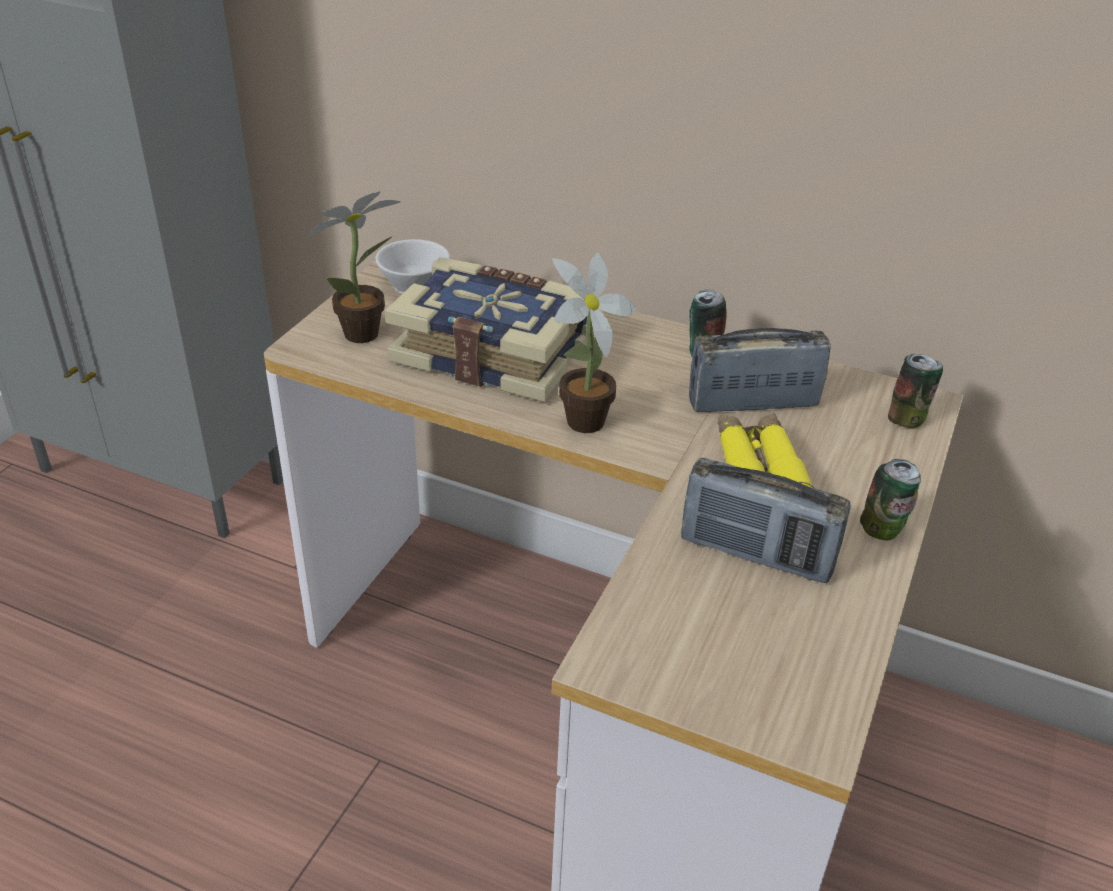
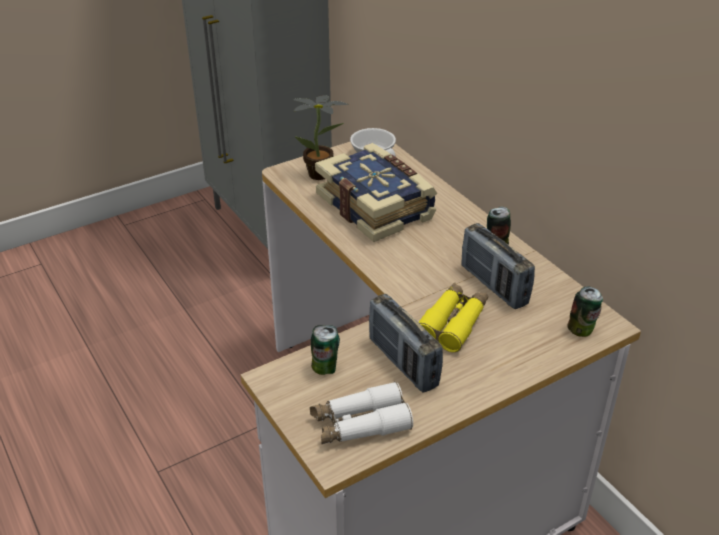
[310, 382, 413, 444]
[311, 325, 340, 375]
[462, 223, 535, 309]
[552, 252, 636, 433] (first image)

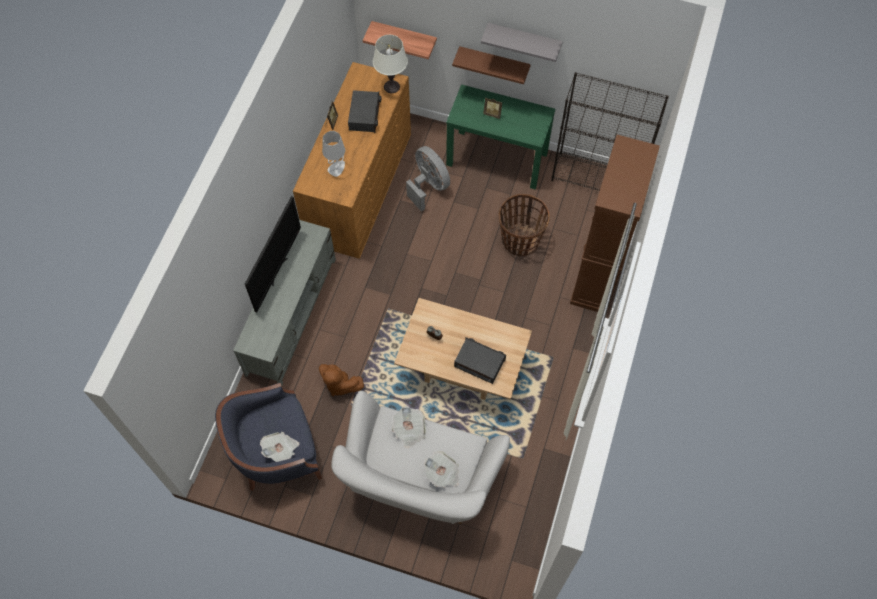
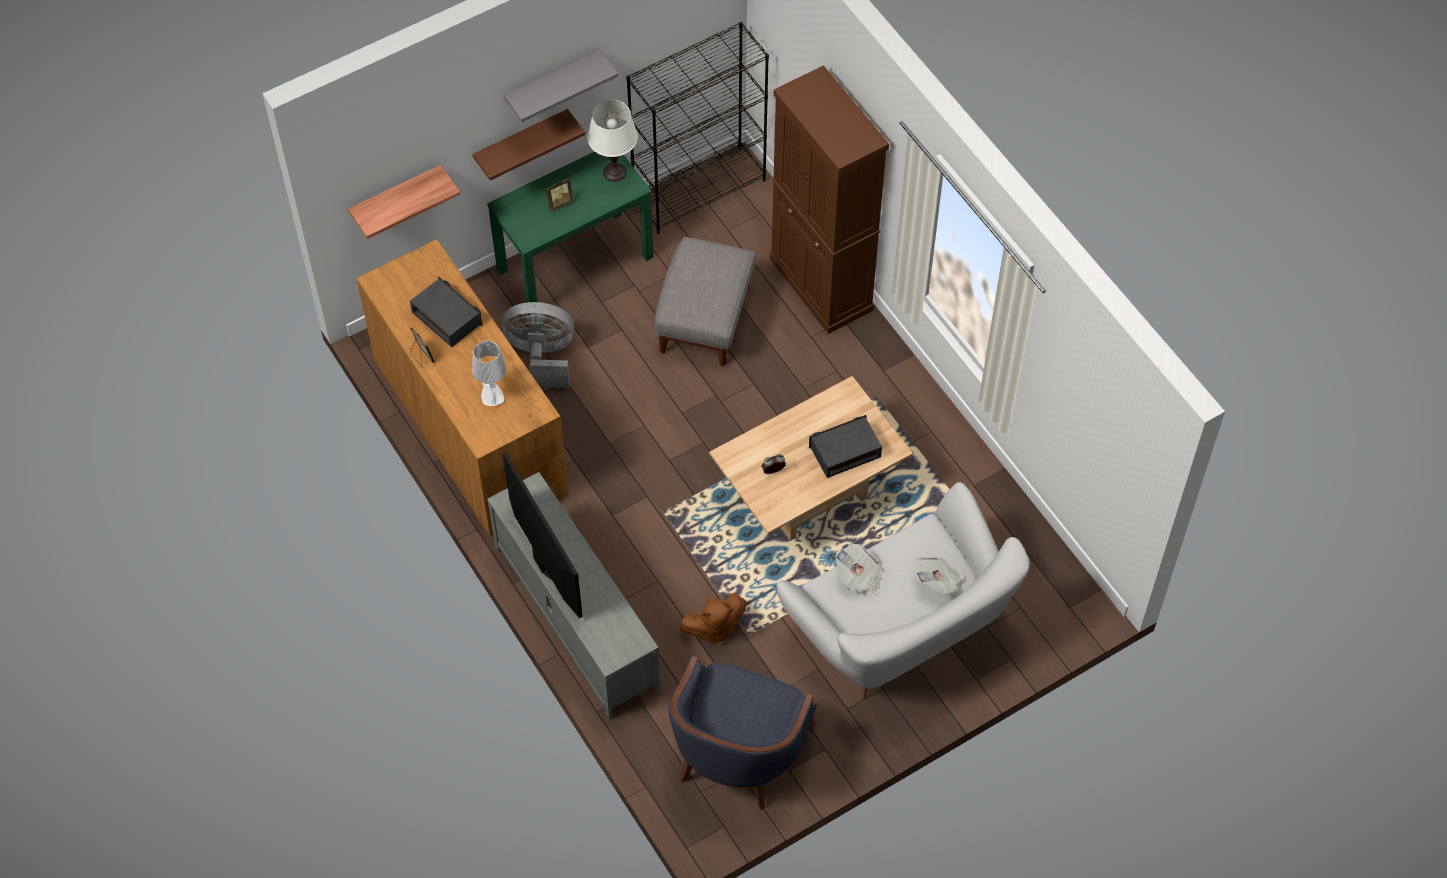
[587, 100, 638, 182]
[654, 237, 755, 366]
[260, 432, 299, 462] (first image)

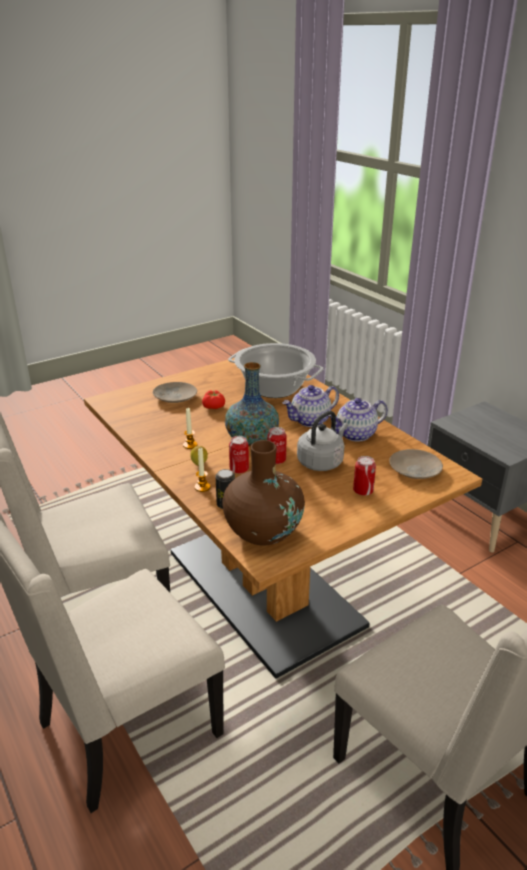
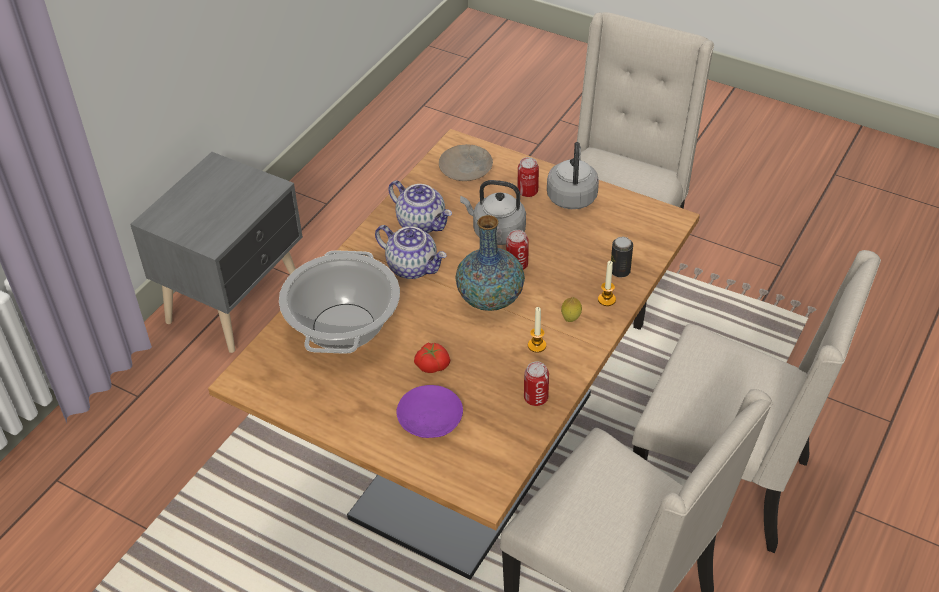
[397, 385, 463, 438]
[524, 362, 549, 406]
[547, 142, 599, 209]
[222, 440, 305, 546] (first image)

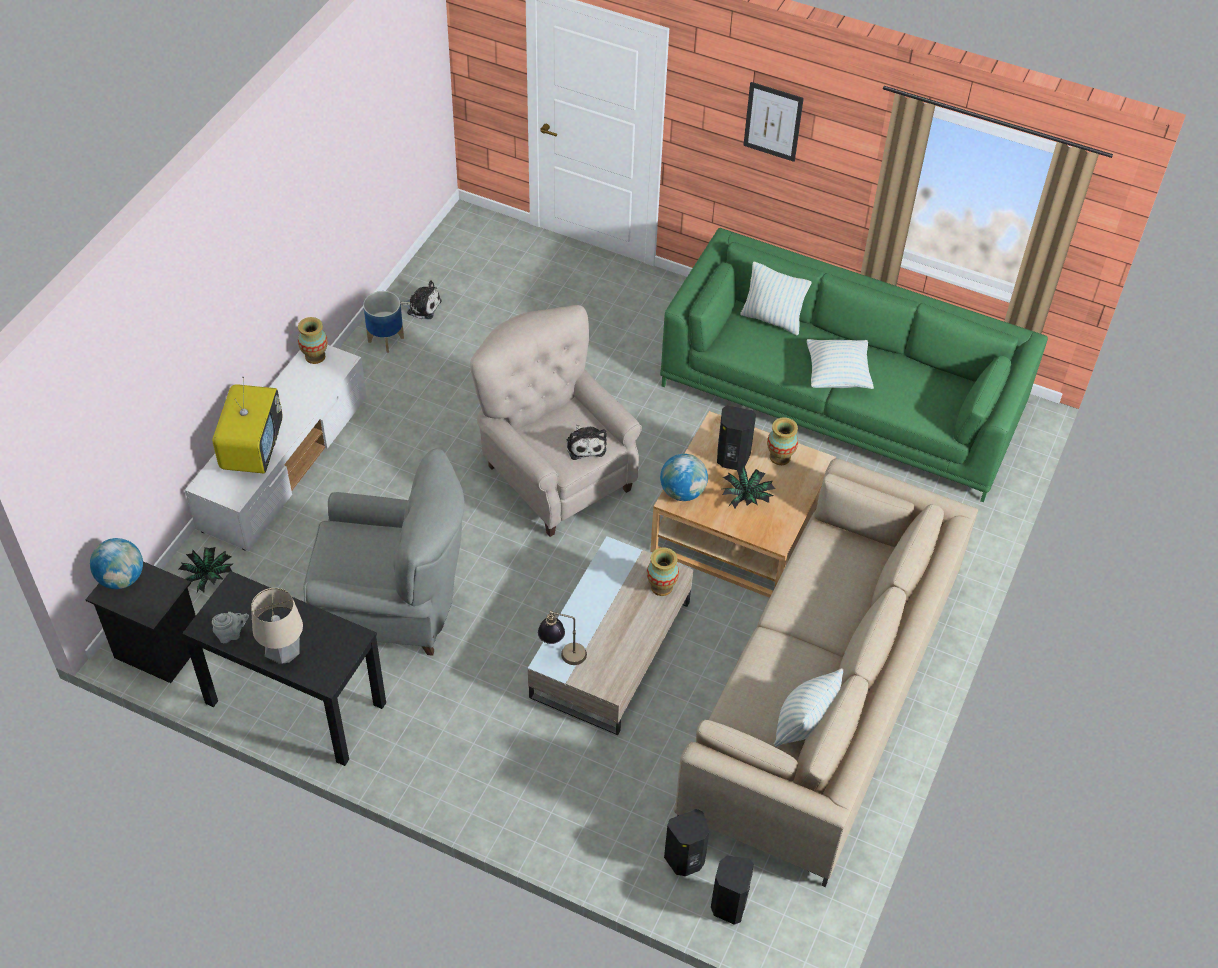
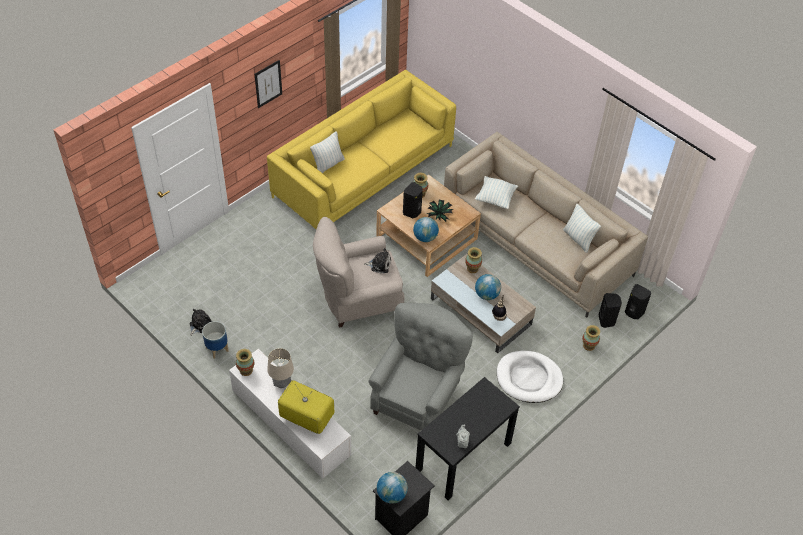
[267, 70, 456, 229]
[267, 348, 294, 388]
[475, 176, 518, 209]
[475, 274, 501, 300]
[497, 351, 563, 403]
[582, 325, 600, 351]
[178, 547, 233, 593] (first image)

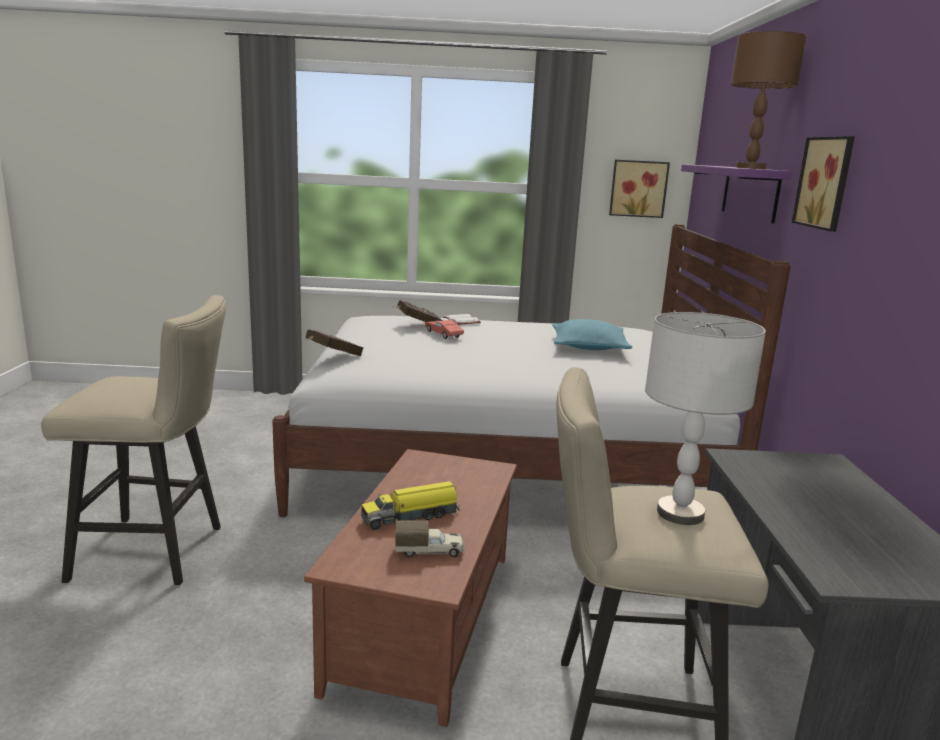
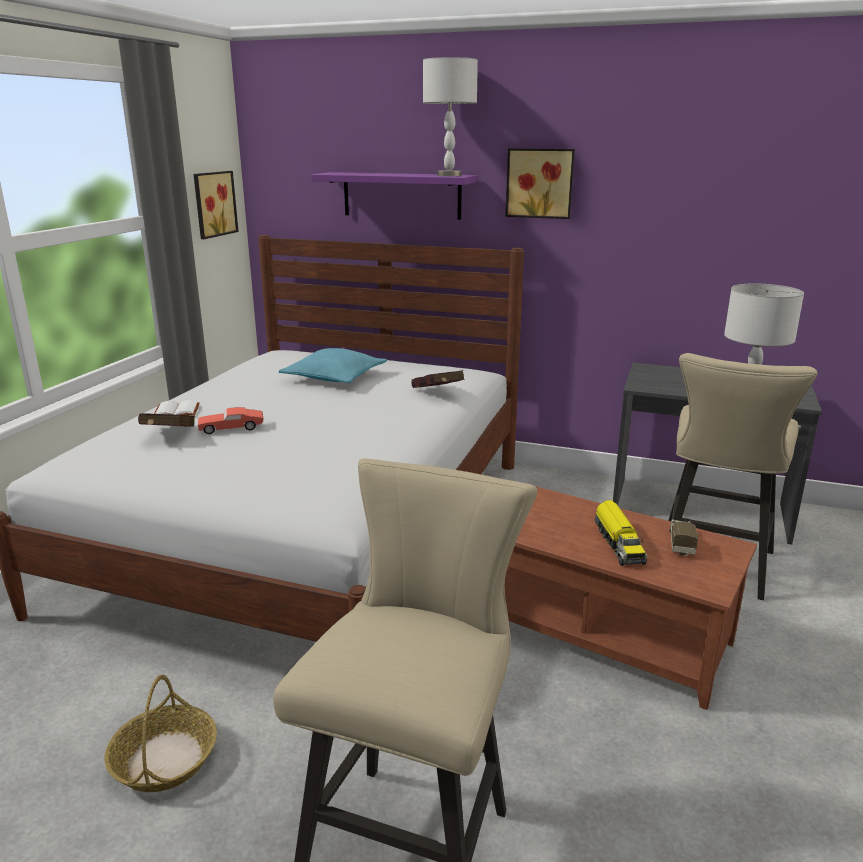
[104, 675, 217, 792]
[411, 370, 464, 388]
[423, 57, 478, 176]

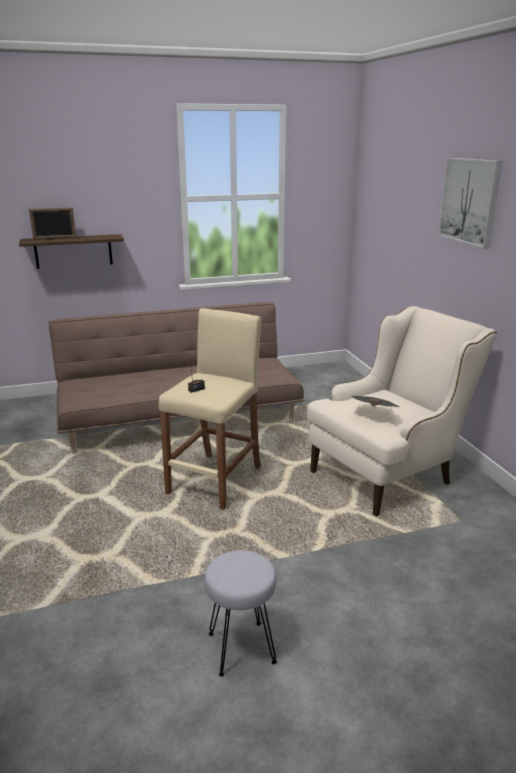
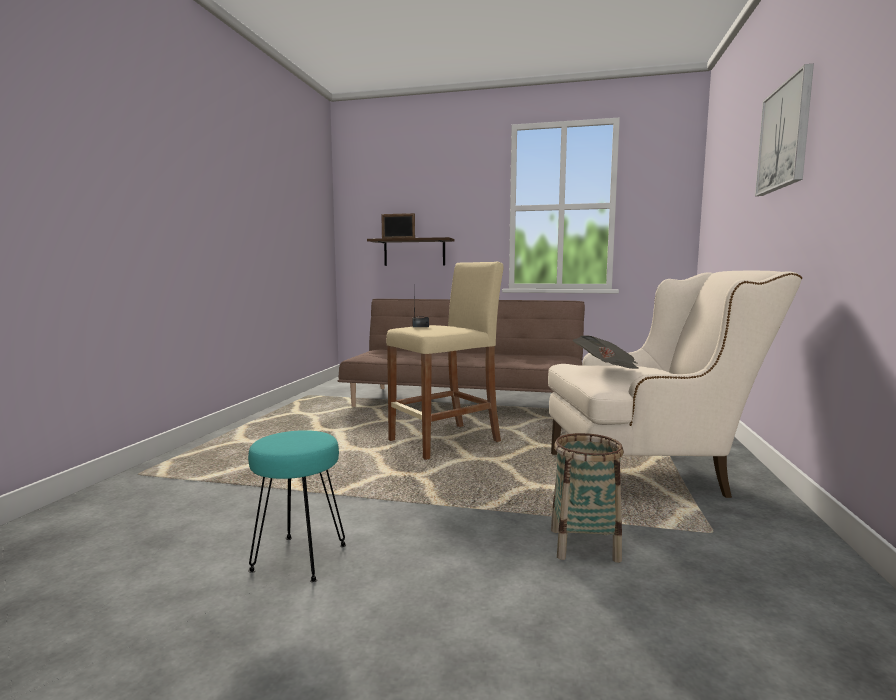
[248, 430, 347, 582]
[551, 433, 624, 563]

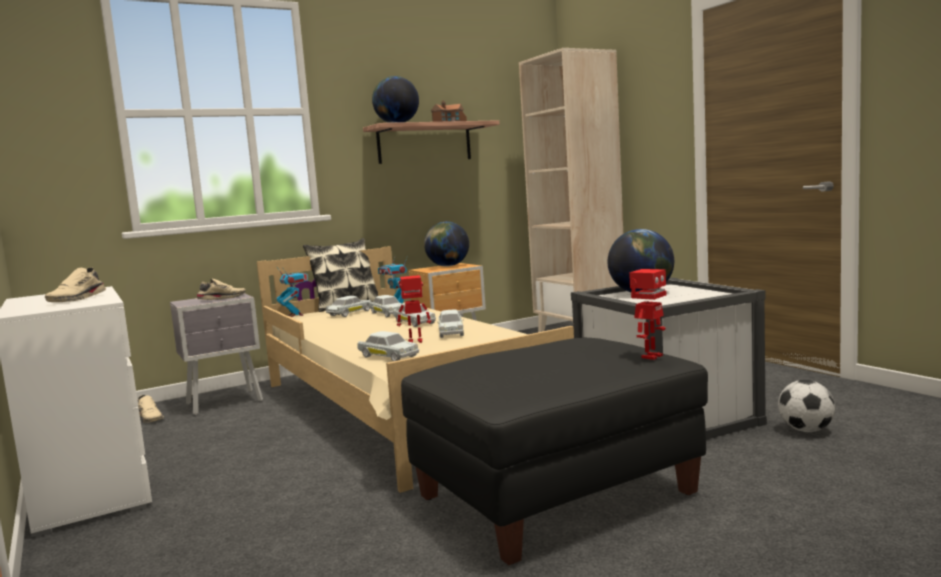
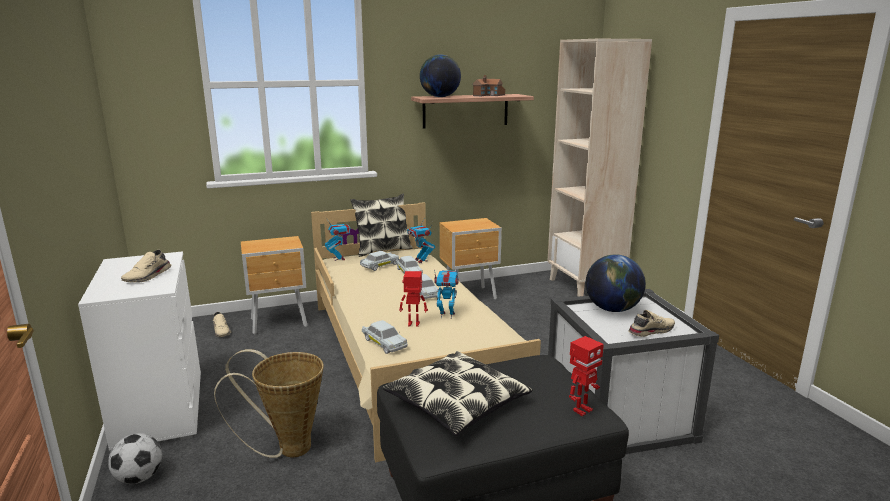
[108, 433, 162, 484]
[214, 349, 324, 458]
[241, 236, 307, 334]
[383, 351, 533, 436]
[434, 270, 458, 318]
[628, 310, 675, 337]
[424, 222, 469, 267] (first image)

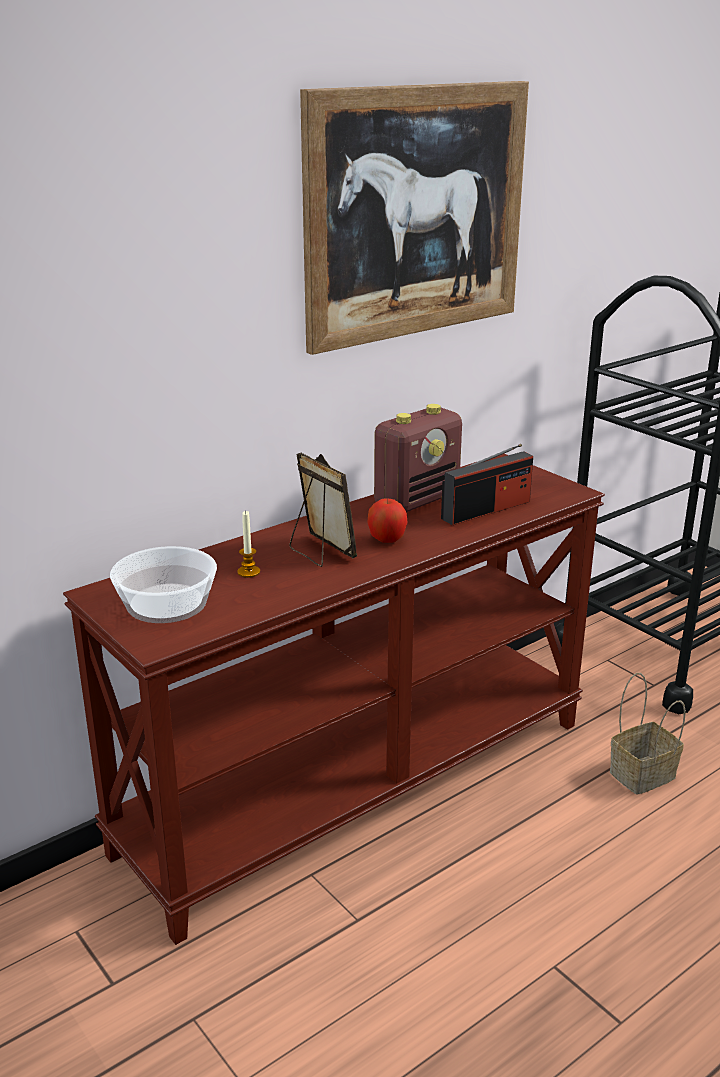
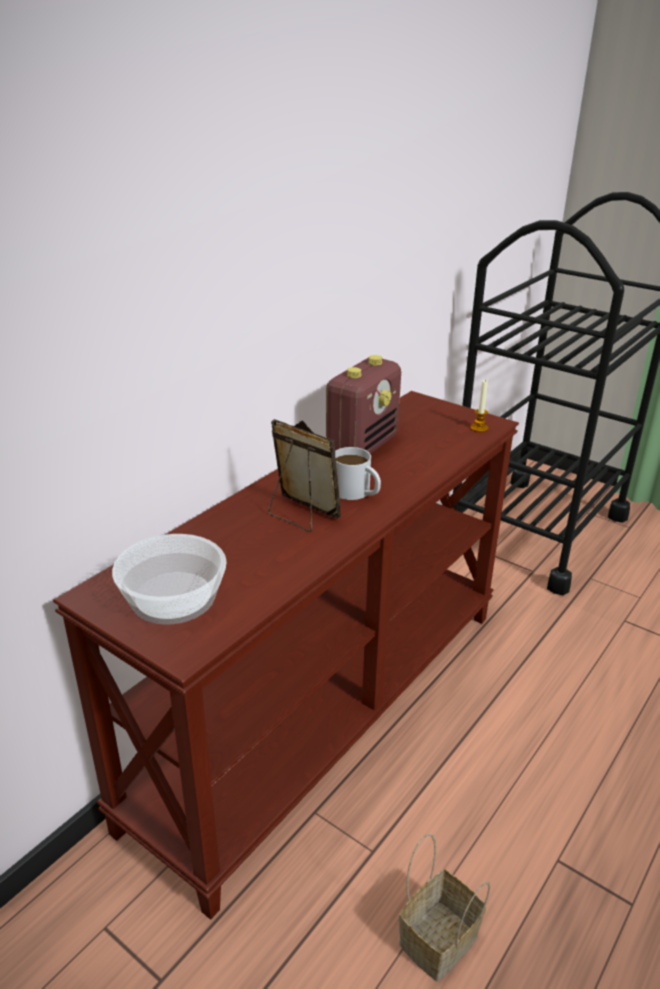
[335, 447, 381, 500]
[399, 833, 490, 982]
[470, 379, 488, 432]
[300, 81, 529, 355] (first image)
[441, 444, 533, 525] (first image)

